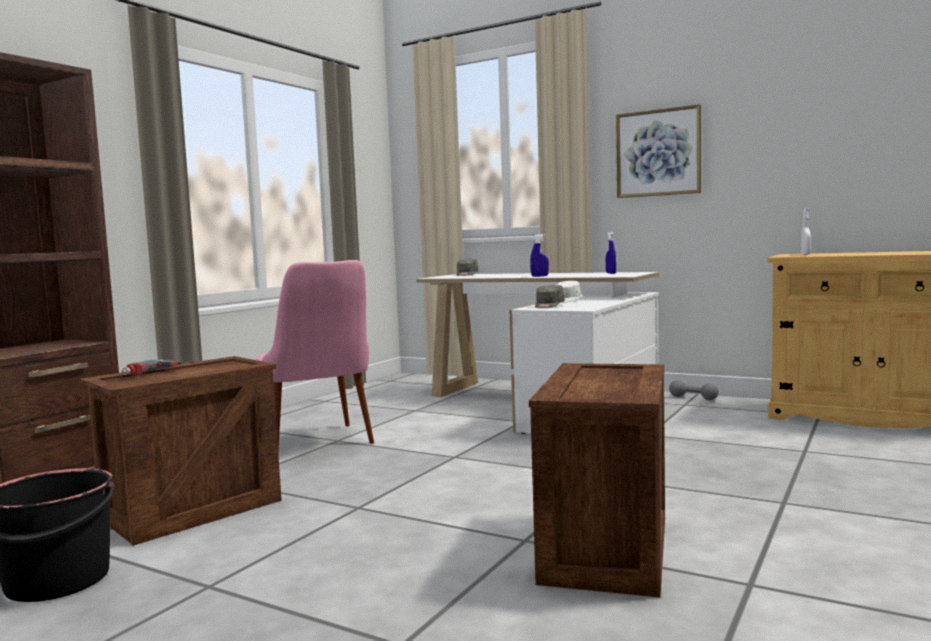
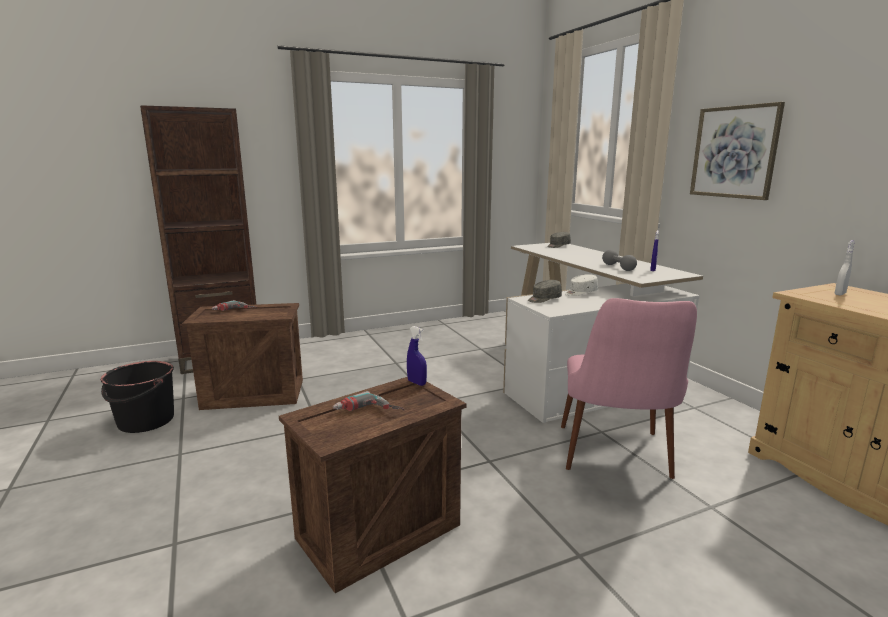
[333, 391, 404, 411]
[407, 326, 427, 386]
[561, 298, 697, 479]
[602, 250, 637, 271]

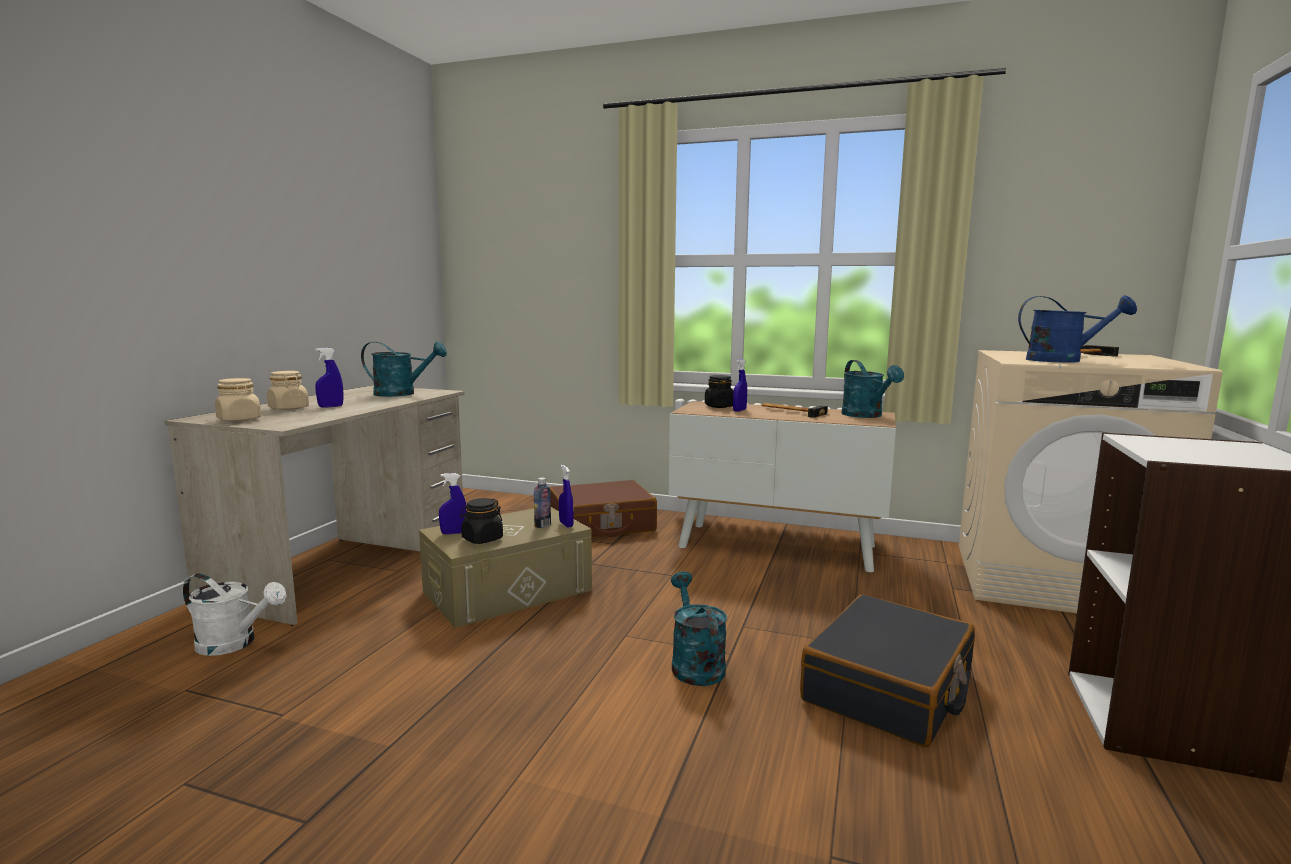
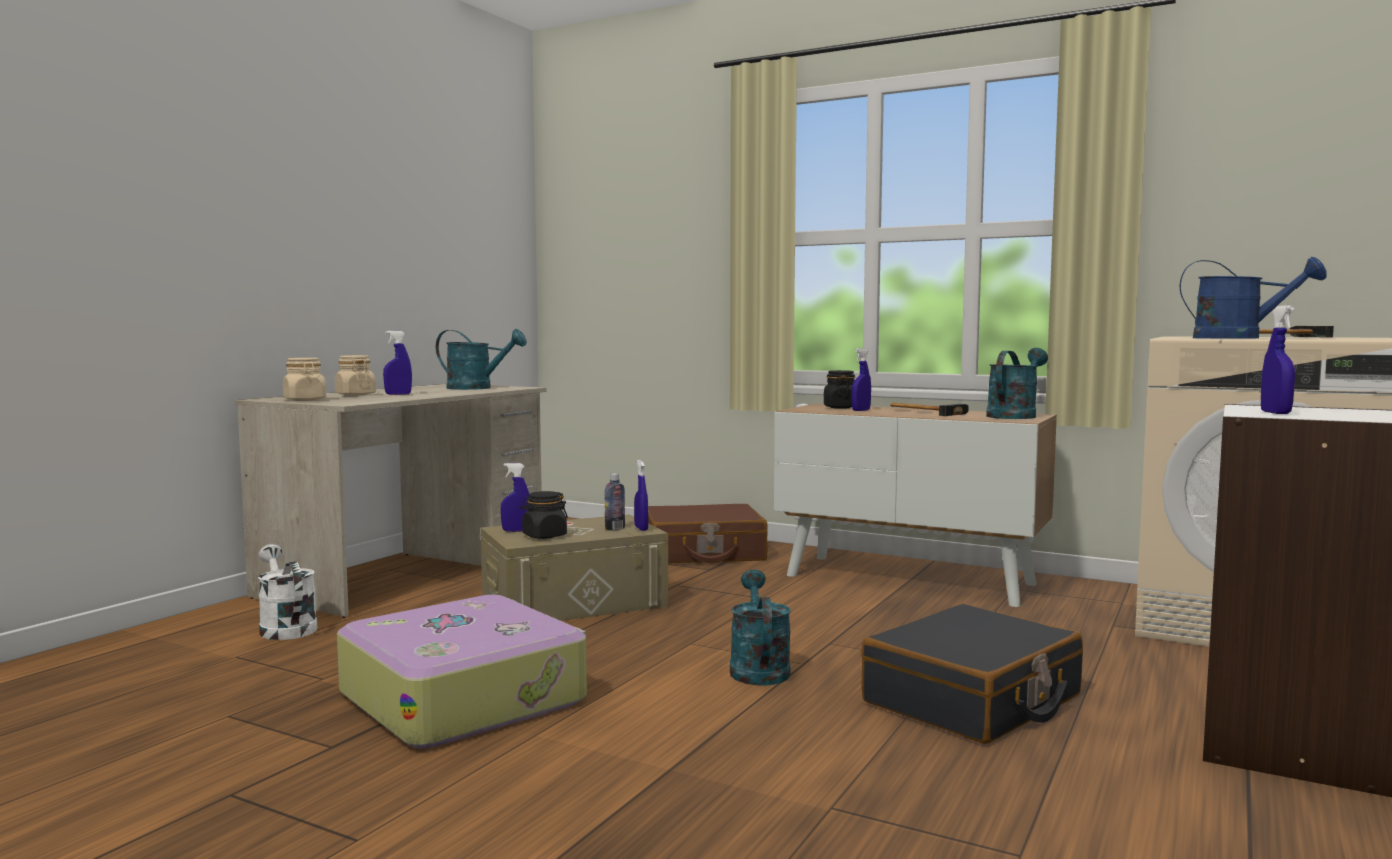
[258, 544, 318, 640]
[337, 595, 587, 748]
[986, 348, 1048, 419]
[1261, 305, 1295, 414]

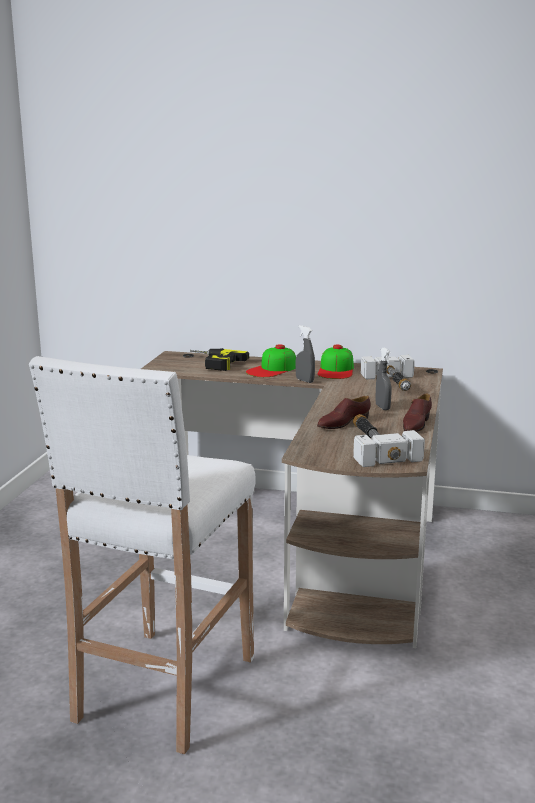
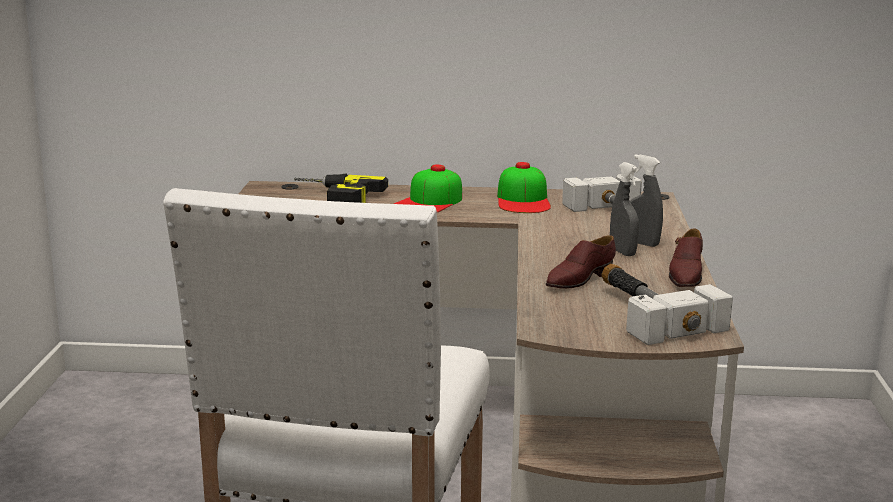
[630, 154, 663, 247]

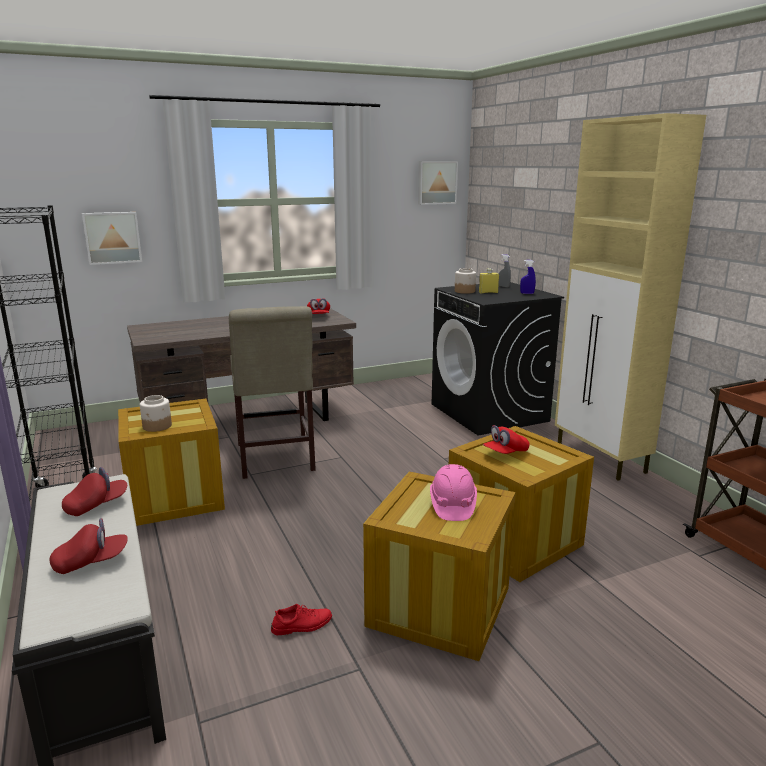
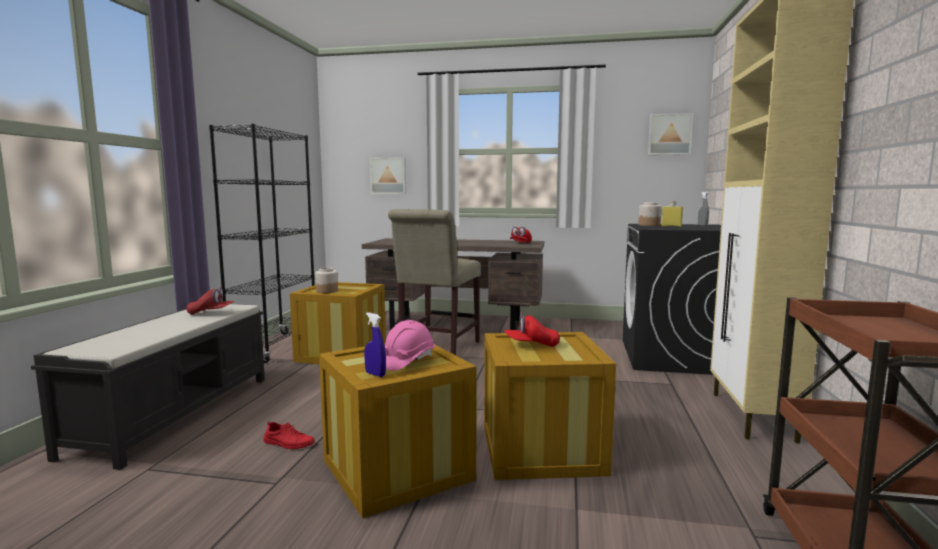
[364, 313, 386, 377]
[50, 518, 128, 574] (first image)

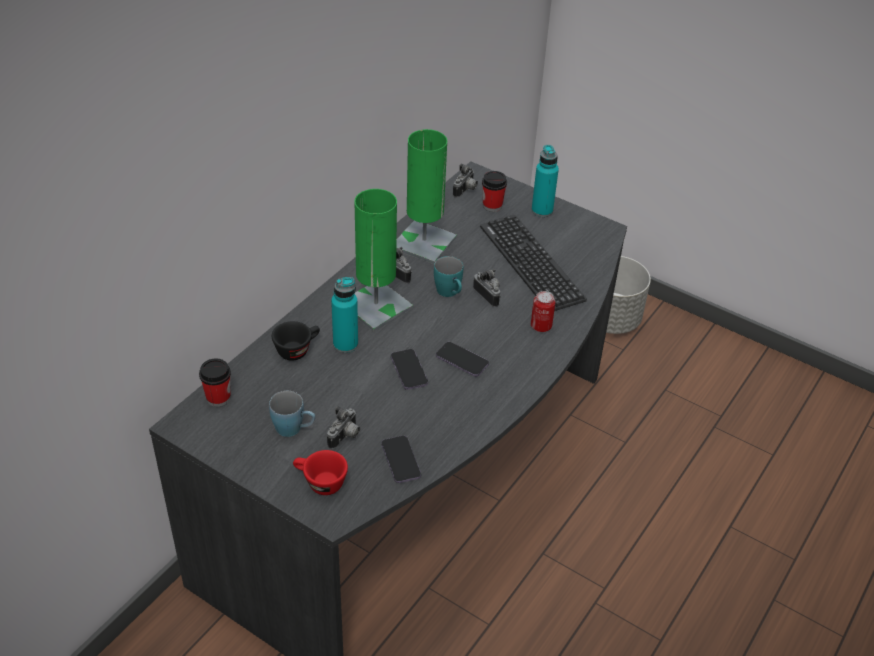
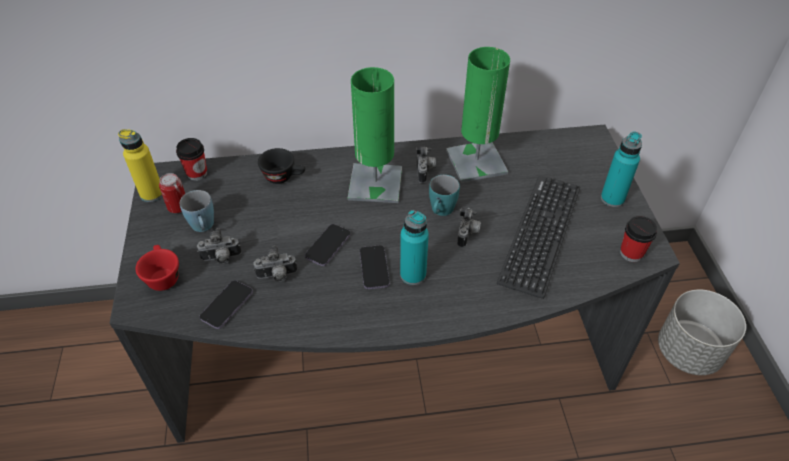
[118, 129, 162, 202]
[159, 173, 185, 213]
[253, 245, 298, 282]
[400, 210, 429, 285]
[620, 216, 657, 262]

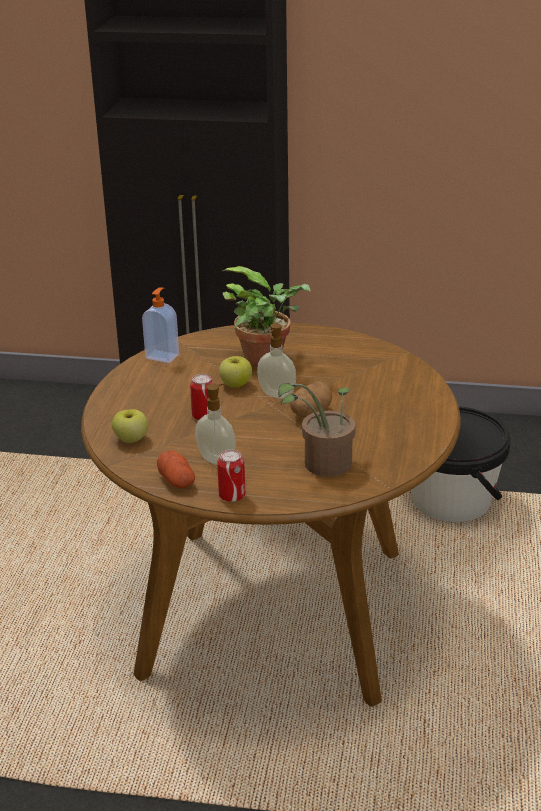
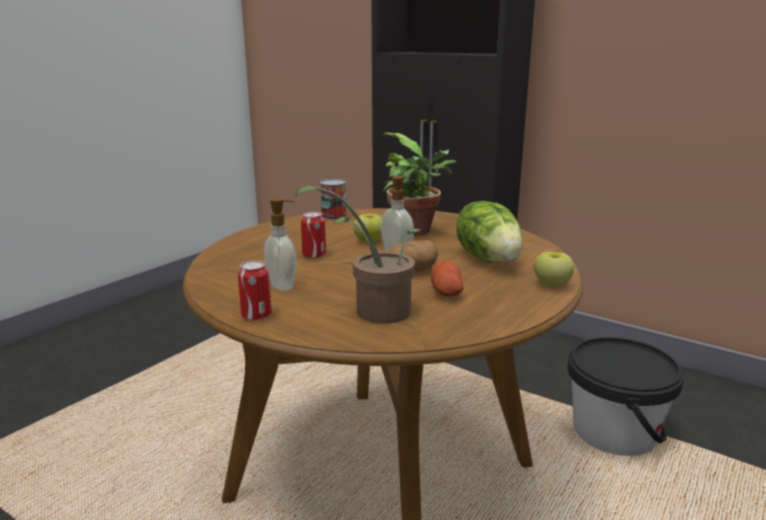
[320, 179, 347, 220]
[431, 261, 463, 297]
[456, 201, 522, 263]
[534, 252, 574, 287]

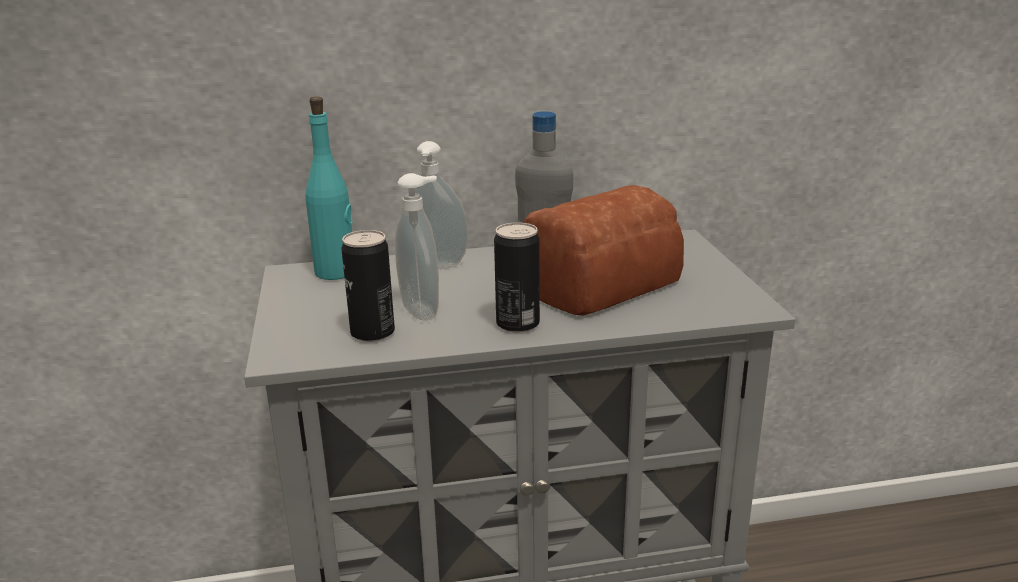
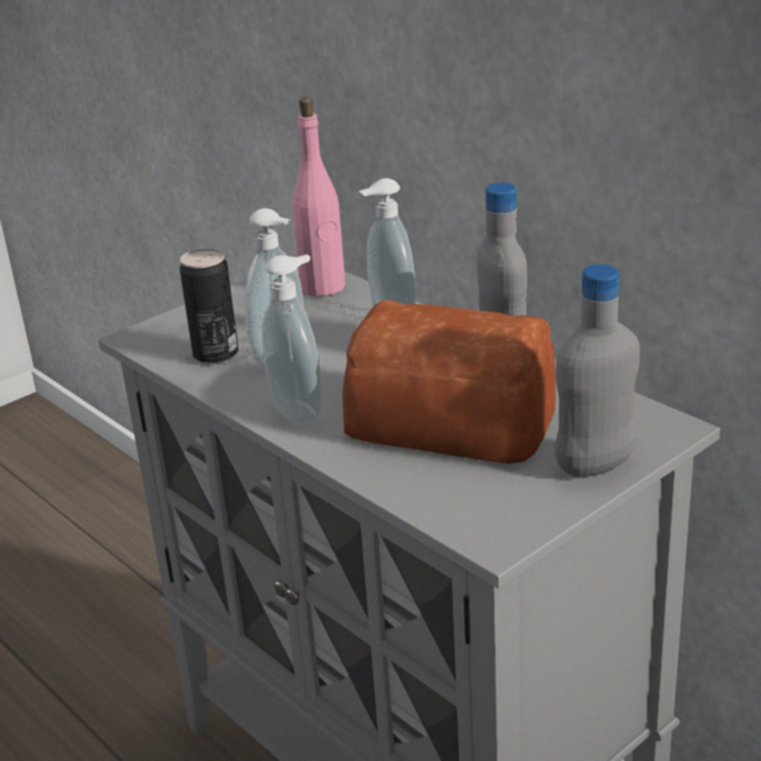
[262, 254, 322, 426]
[292, 97, 345, 296]
[554, 264, 640, 477]

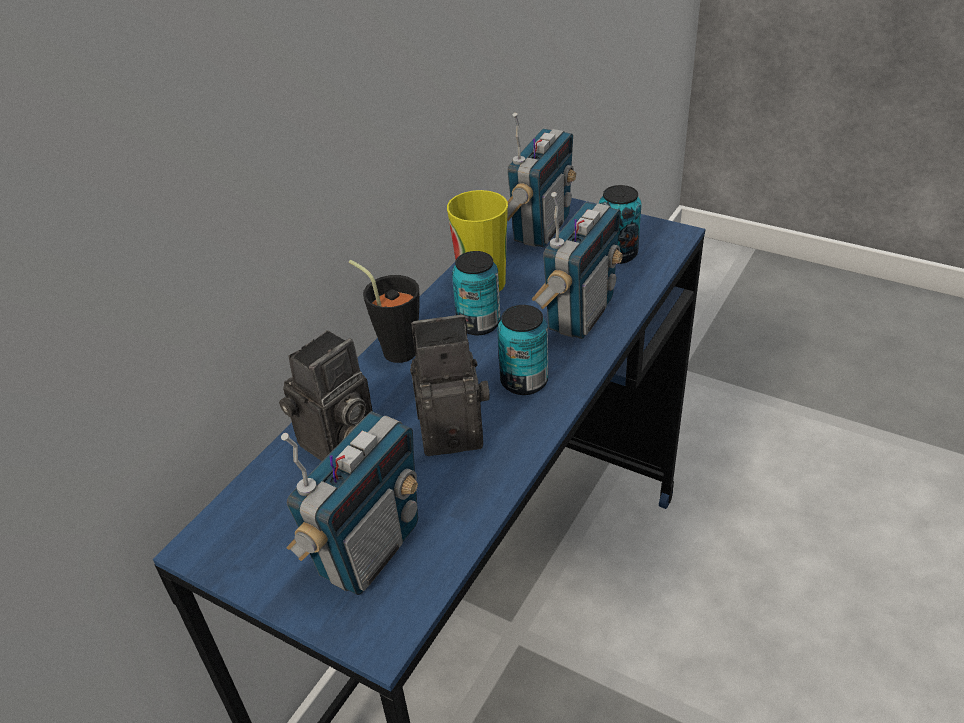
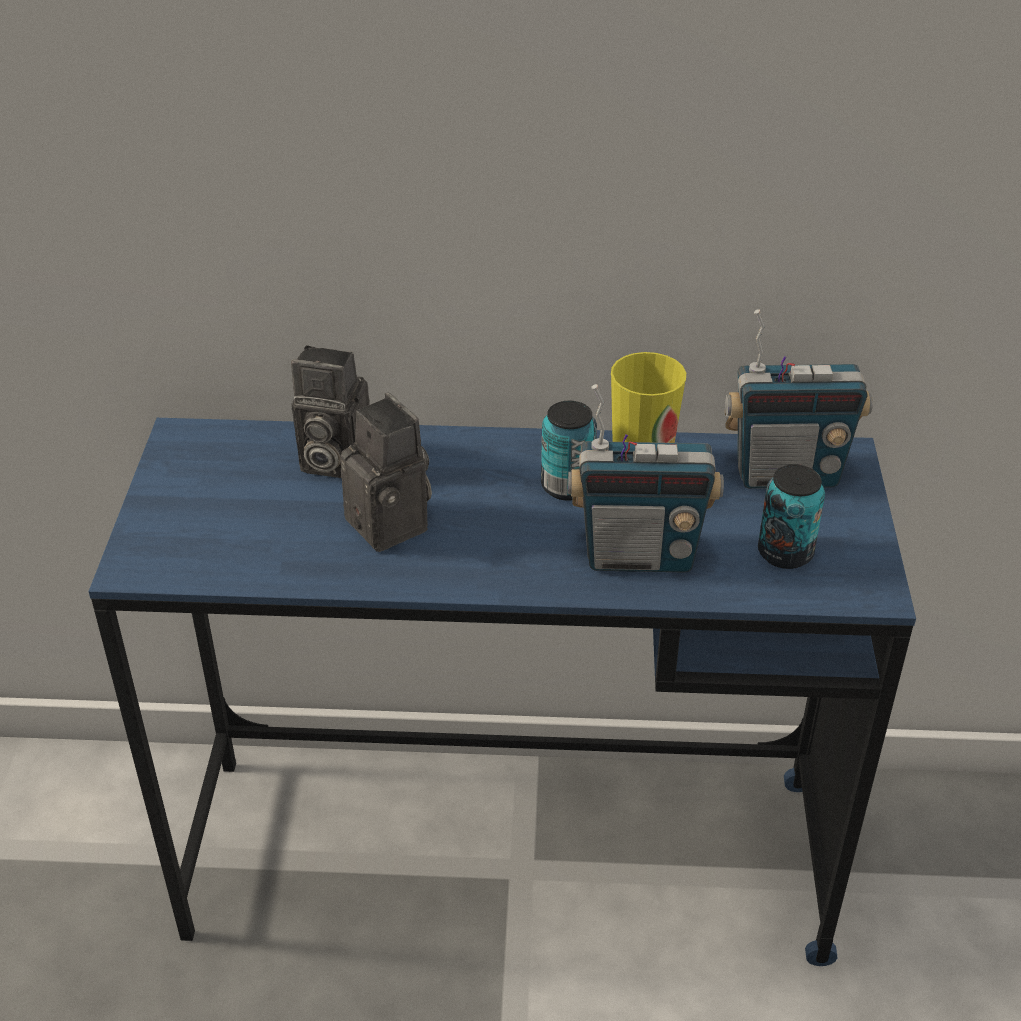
[281, 412, 418, 595] (first image)
[349, 260, 419, 363] (first image)
[497, 305, 548, 395] (first image)

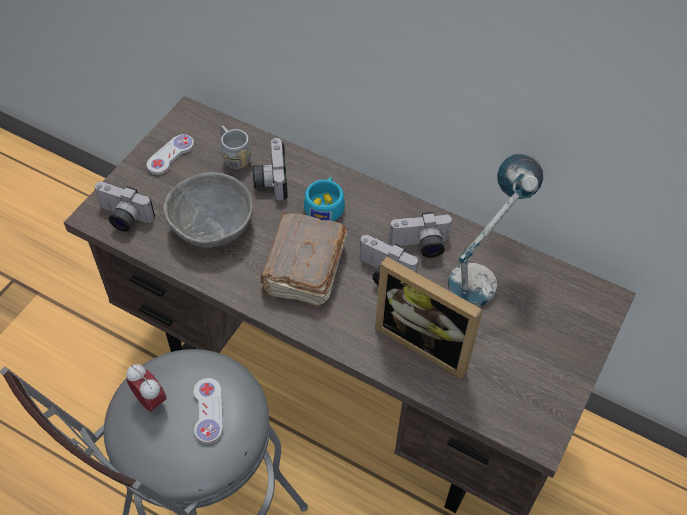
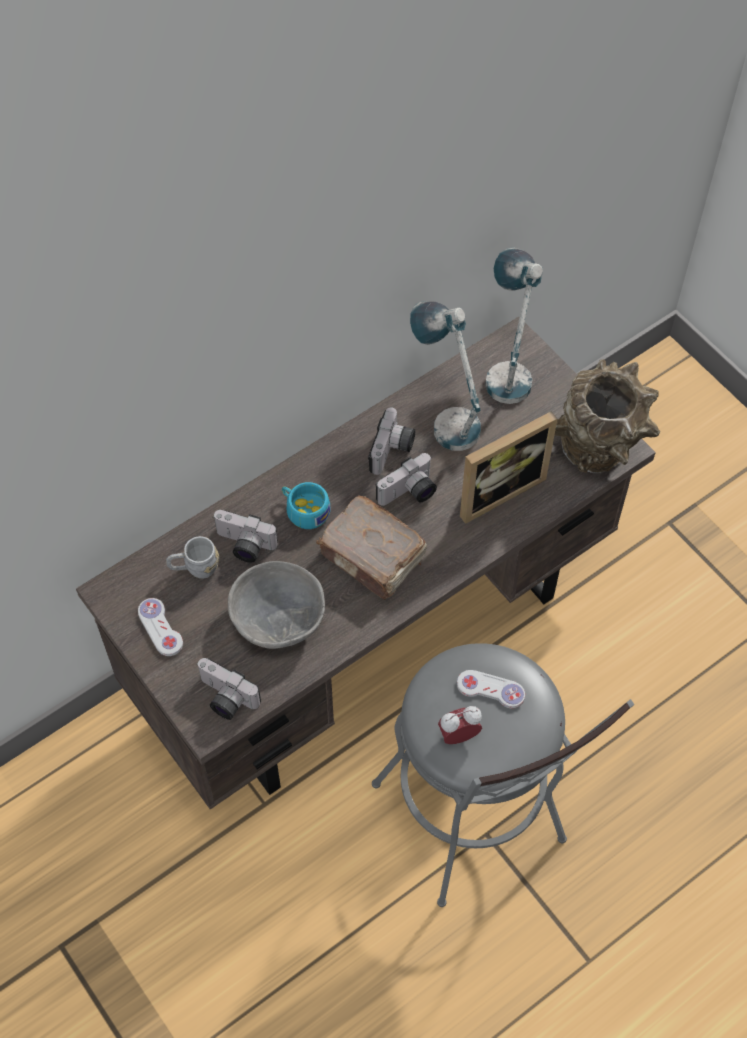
[197, 658, 261, 720]
[485, 247, 543, 404]
[555, 359, 660, 473]

